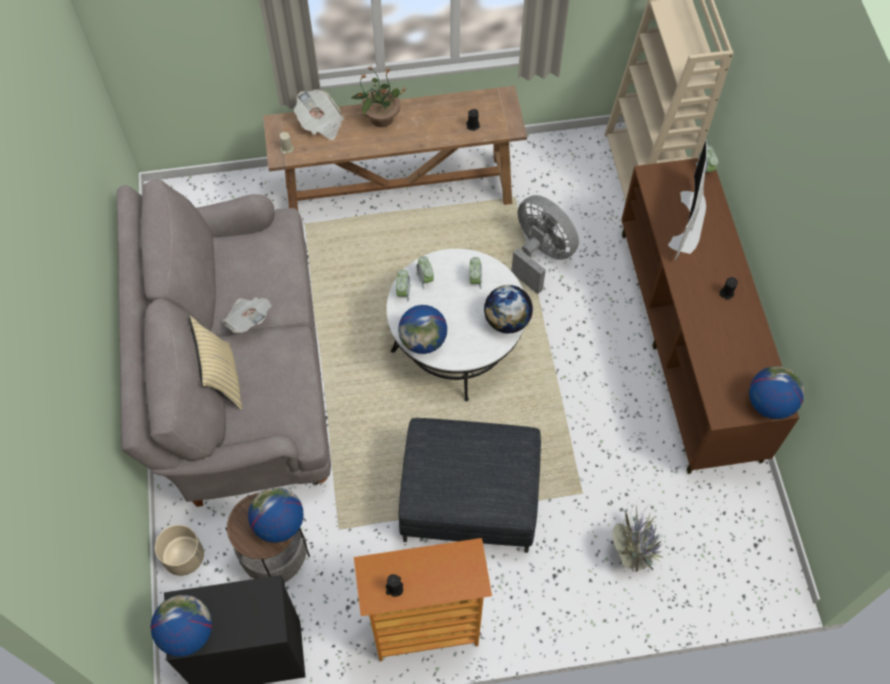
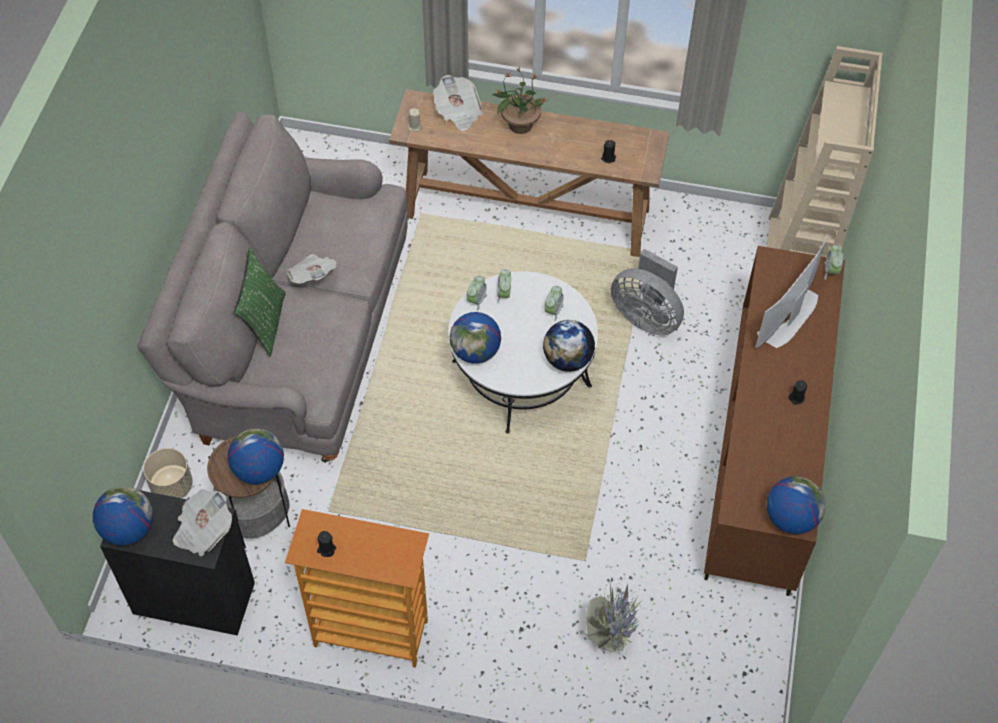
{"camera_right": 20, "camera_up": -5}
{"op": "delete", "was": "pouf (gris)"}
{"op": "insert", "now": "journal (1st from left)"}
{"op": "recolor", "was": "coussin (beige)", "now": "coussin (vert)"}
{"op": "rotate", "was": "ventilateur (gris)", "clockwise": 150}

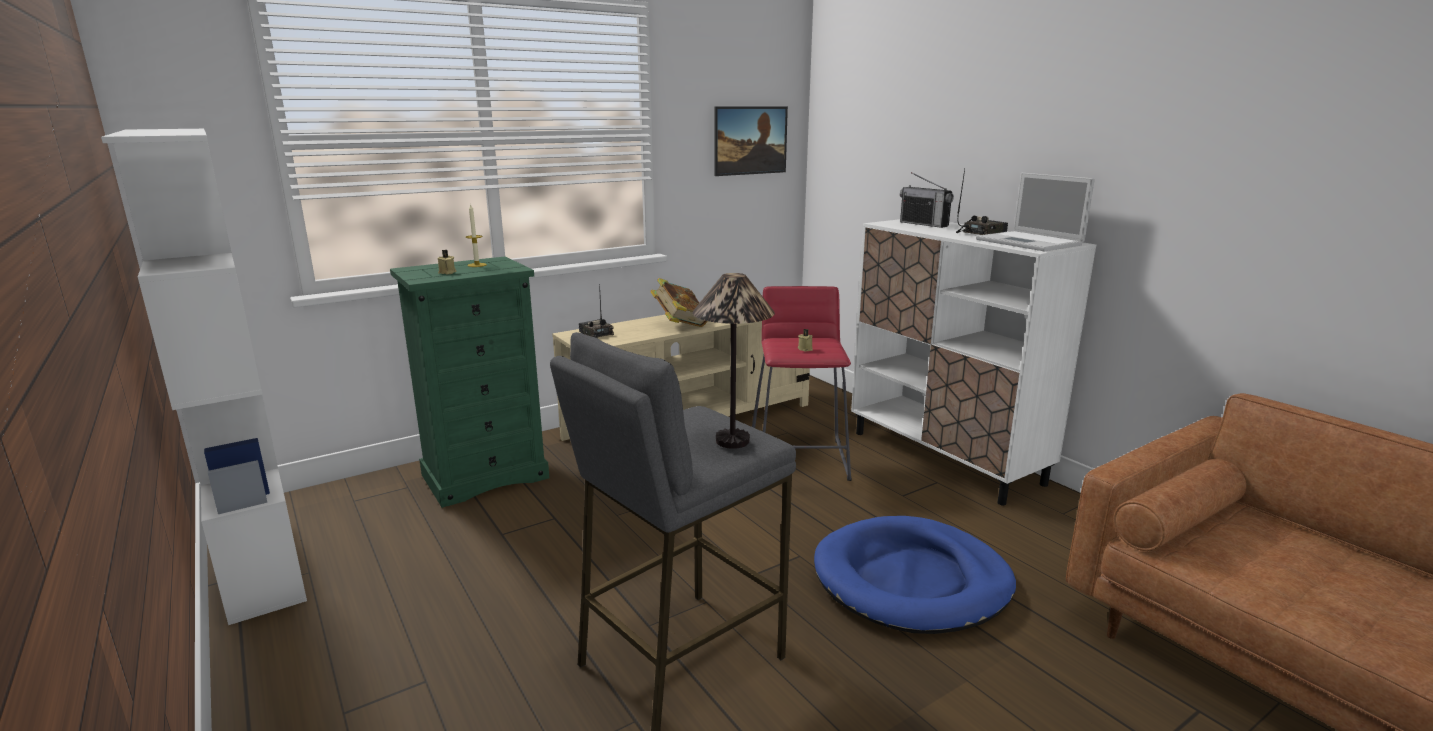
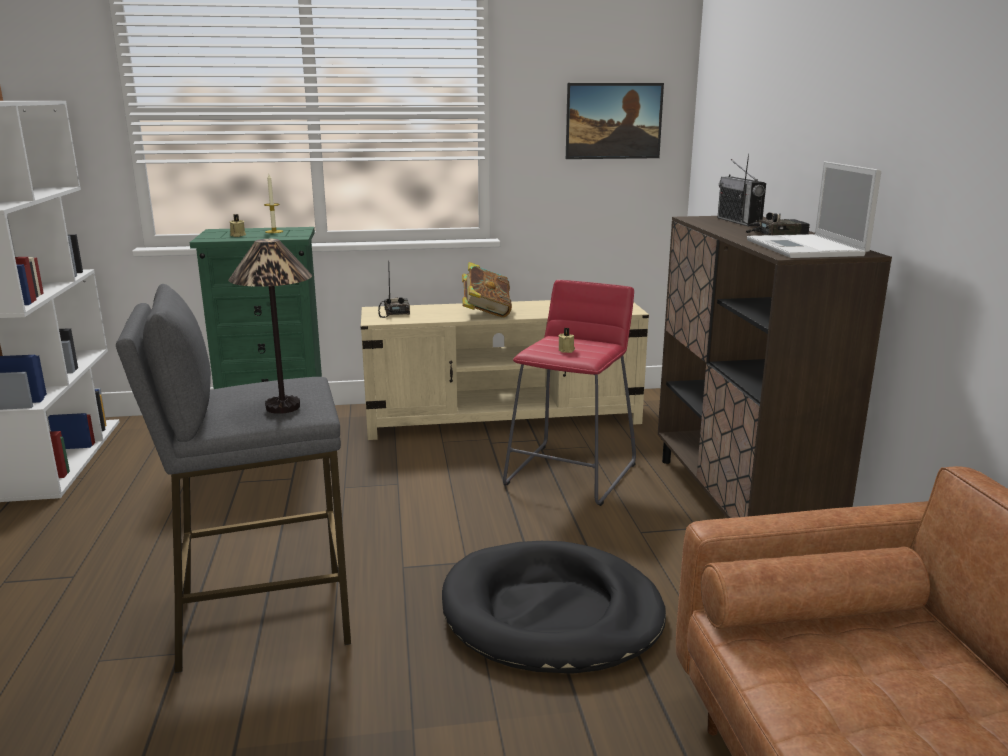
{"camera_right": 25, "camera_up": 0}
{"op": "recolor", "was": "panier pour chien (bleu)", "now": "panier pour chien (noir)"}
{"op": "recolor", "was": "meuble de rangement (blanc)", "now": "meuble de rangement (marron)"}

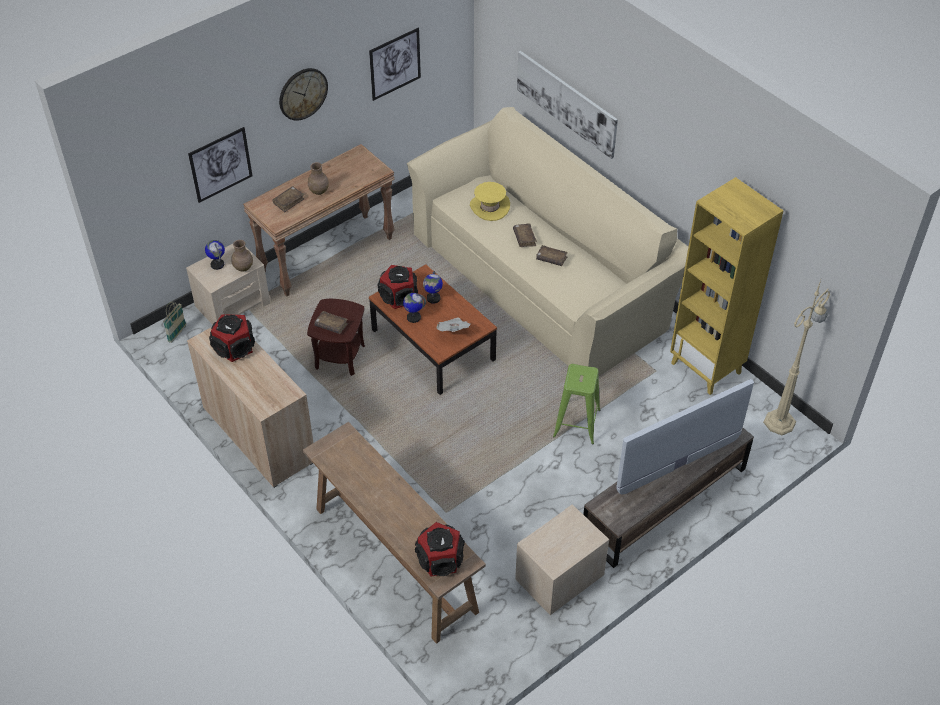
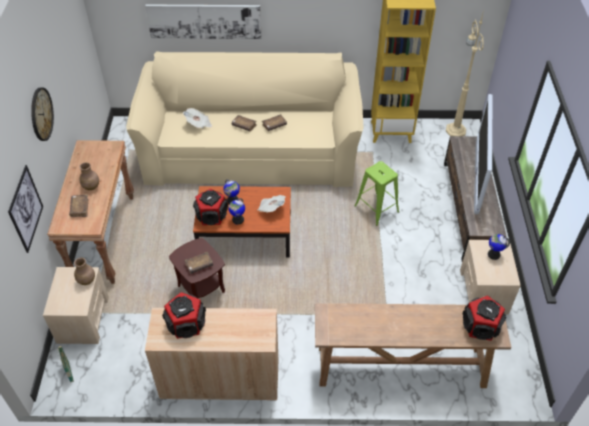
{"camera_right": -50, "camera_up": 0}
{"op": "delete", "was": "tableau (2nd from left)"}
{"op": "move", "was": "globe (1st from left in the first image)", "now": "globe (3rd from left)"}
{"op": "replace", "was": "chapeau (jaune)", "now": "journal (1st from left)"}

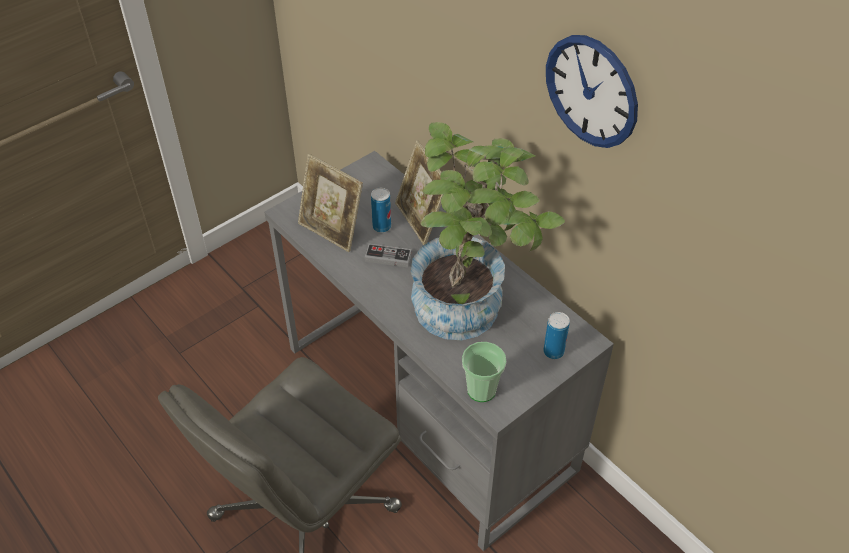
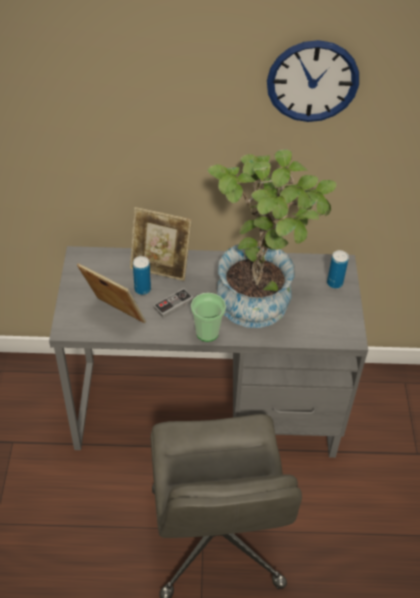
{"camera_right": -50, "camera_up": 0}
{"op": "move", "was": "tasse"}
{"op": "rotate", "was": "cadre photo (1st from left)", "clockwise": -135}

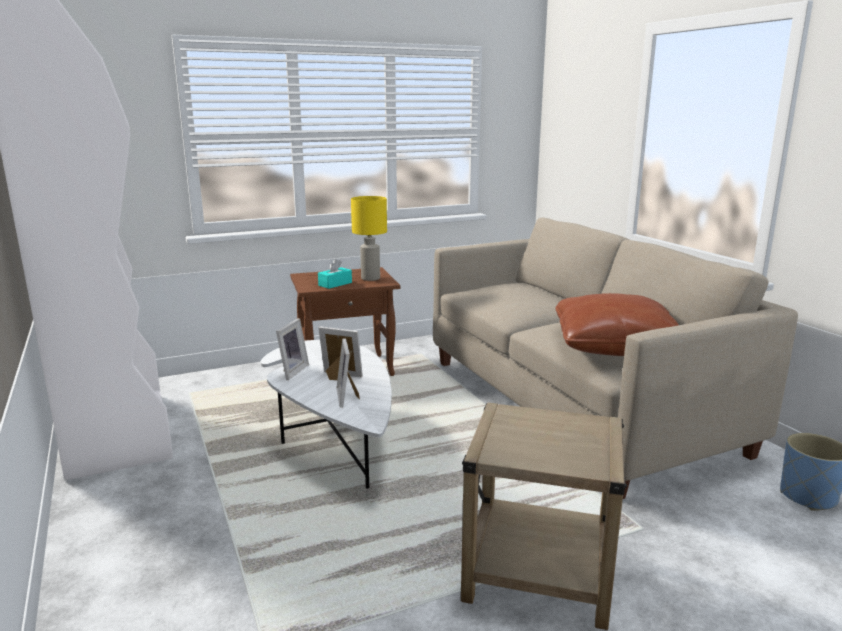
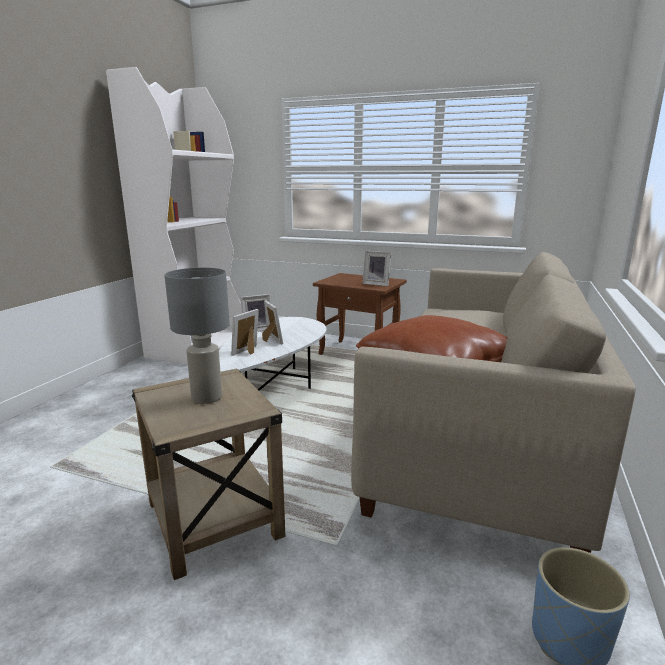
{"camera_right": 45, "camera_up": 0}
{"op": "delete", "was": "boîte à mouchoirs (turquoise)"}
{"op": "insert", "now": "lampe de table (gris)"}
{"op": "replace", "was": "lampe de table (jaune)", "now": "cadre photo (4th from left)"}

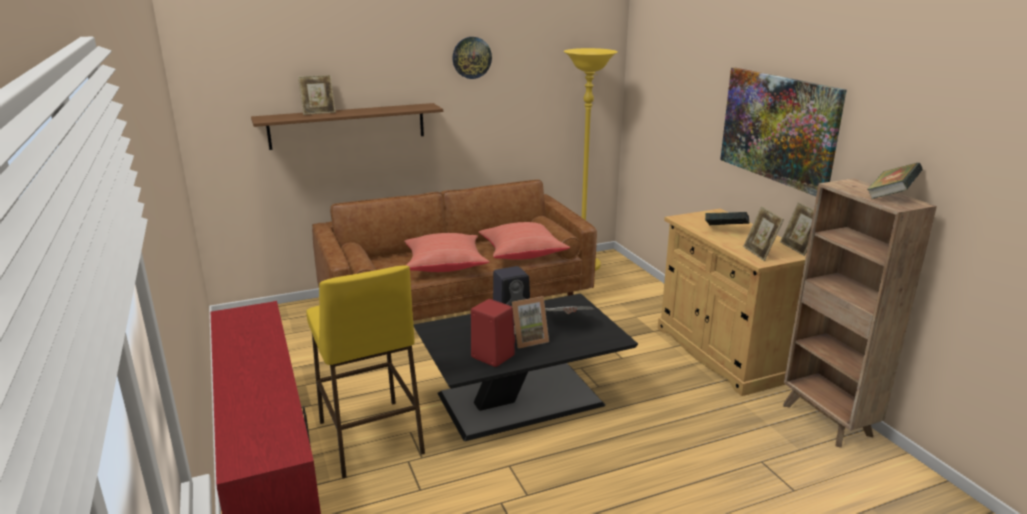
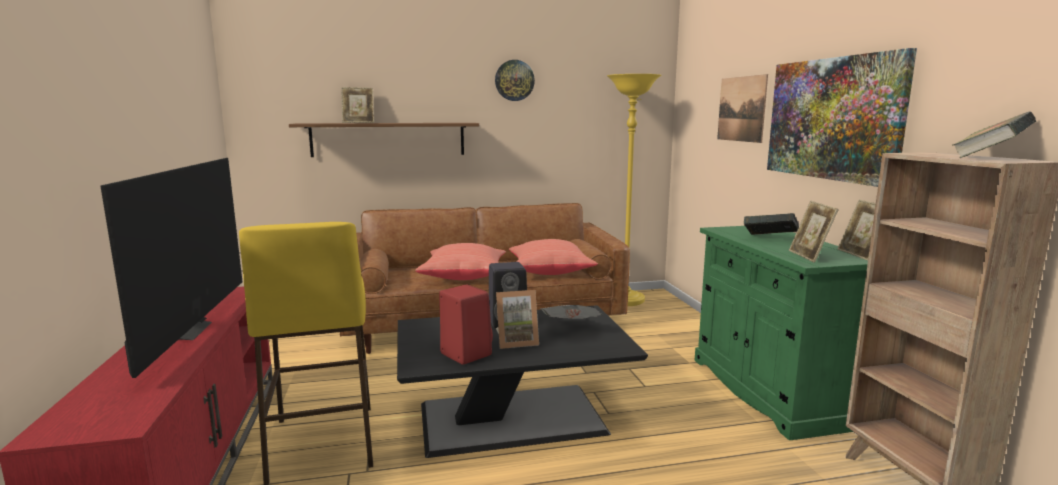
{"camera_right": 10, "camera_up": -10}
{"op": "insert", "now": "téléviseur"}
{"op": "insert", "now": "tableau (1st from left)"}
{"op": "recolor", "was": "meuble de rangement (beige)", "now": "meuble de rangement (vert)"}

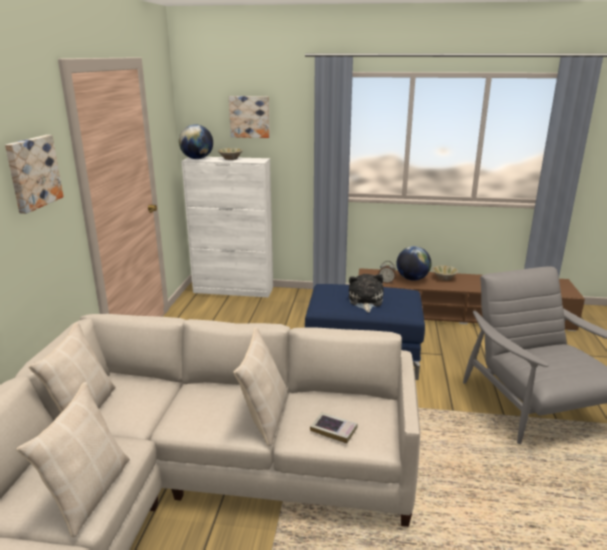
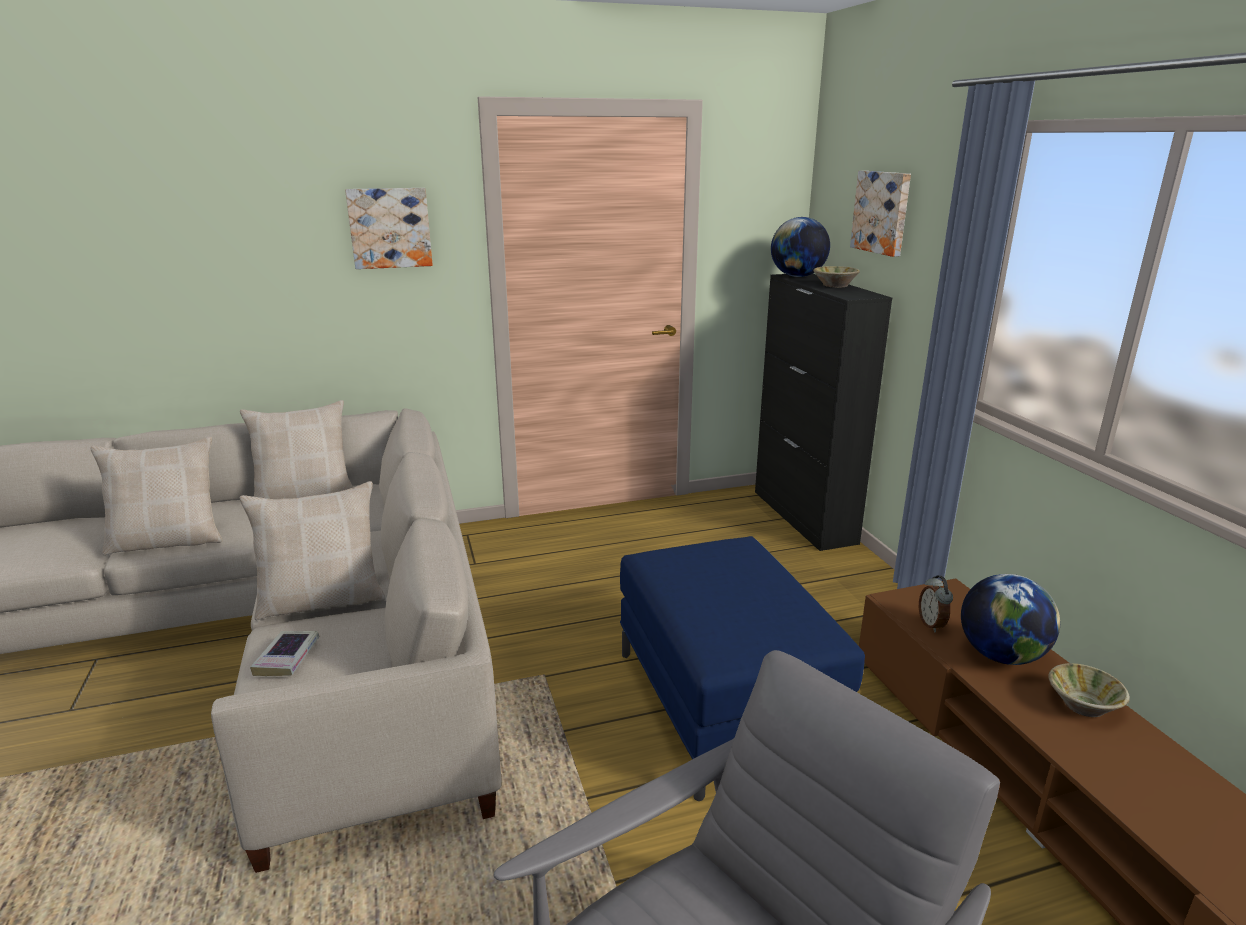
{"camera_right": 65, "camera_up": 0}
{"op": "delete", "was": "peluche"}
{"op": "recolor", "was": "meuble de rangement (blanc)", "now": "meuble de rangement (noir)"}

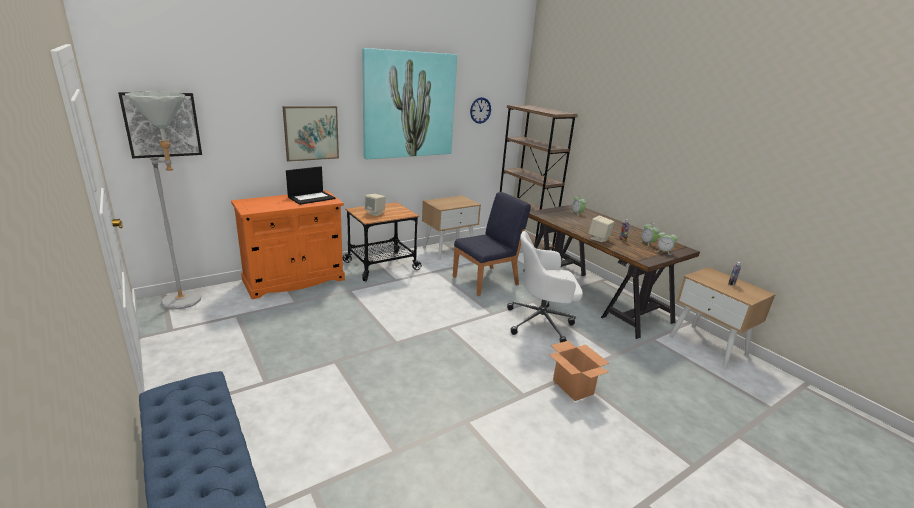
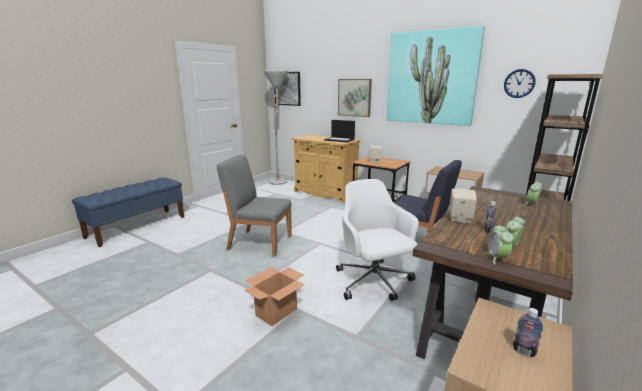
{"camera_right": 70, "camera_up": -5}
{"op": "insert", "now": "chaise (gris)"}
{"op": "recolor", "was": "meuble de rangement (orange)", "now": "meuble de rangement (beige)"}

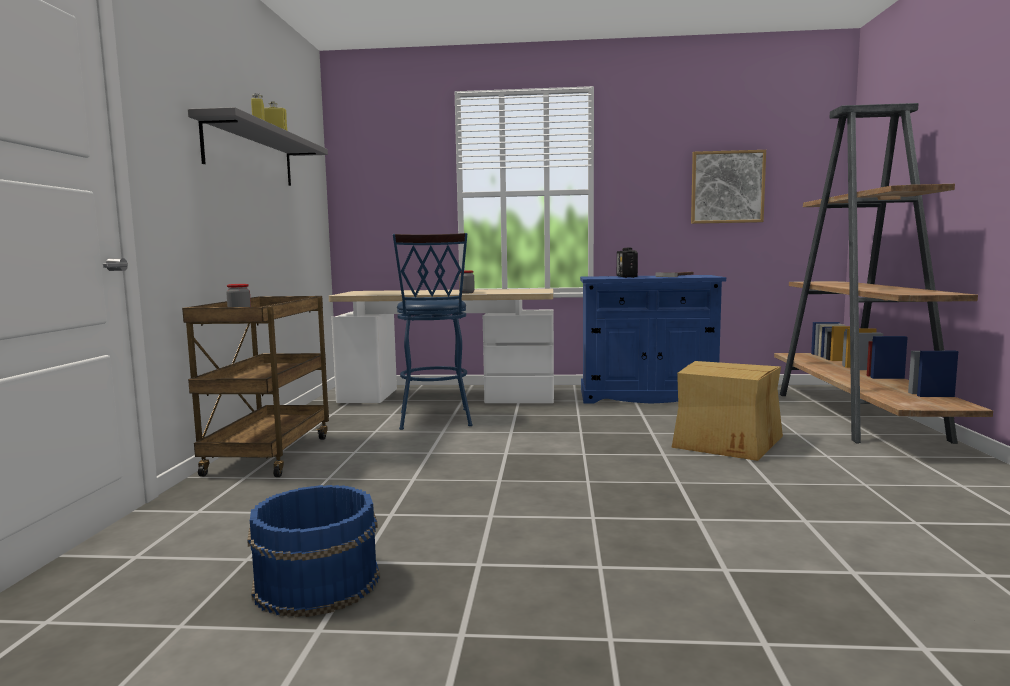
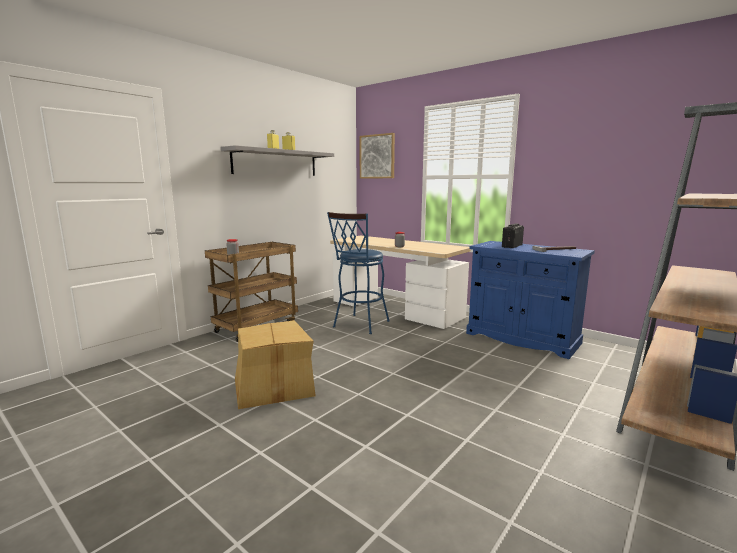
{"camera_right": 35, "camera_up": 5}
{"op": "delete", "was": "seau (bleu)"}
{"op": "move", "was": "carton"}
{"op": "move", "was": "tableau"}

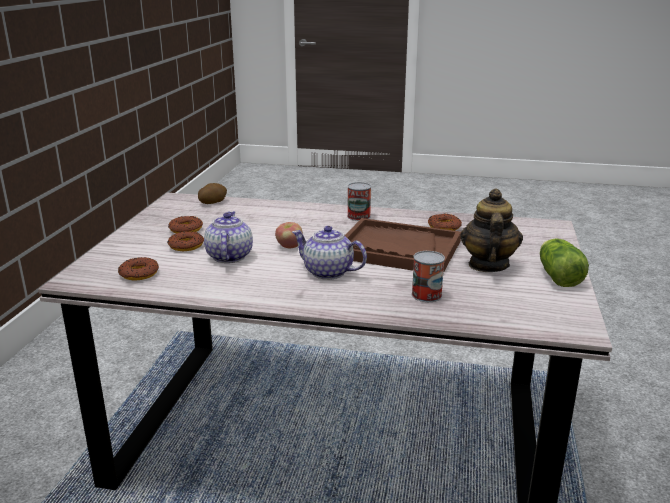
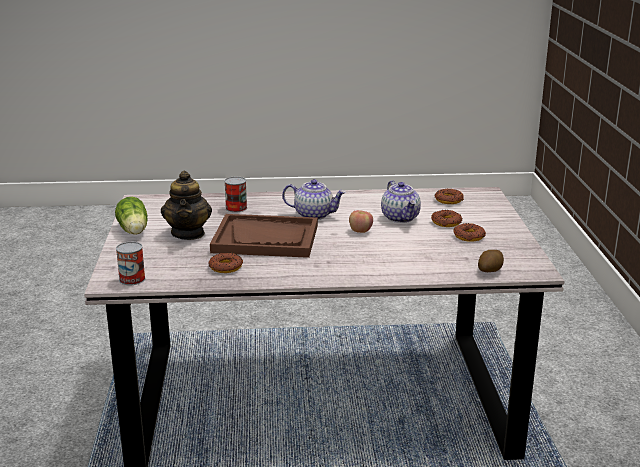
{"camera_right": 165, "camera_up": 0}
{"op": "move", "was": "boîte métallique (1st from left)"}

